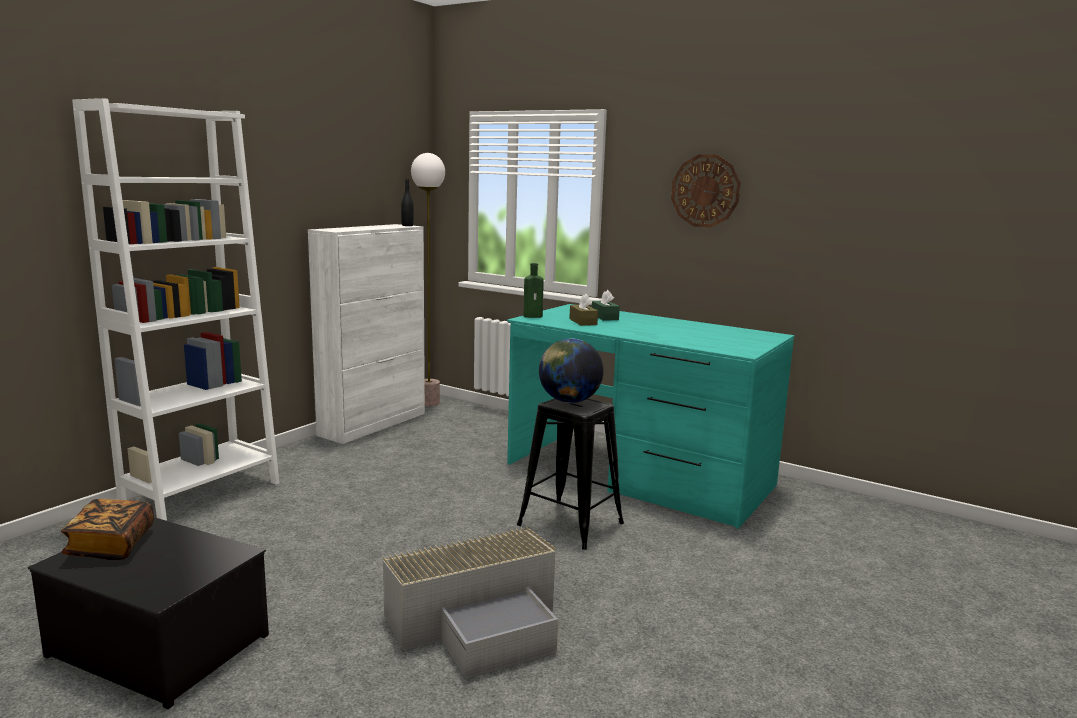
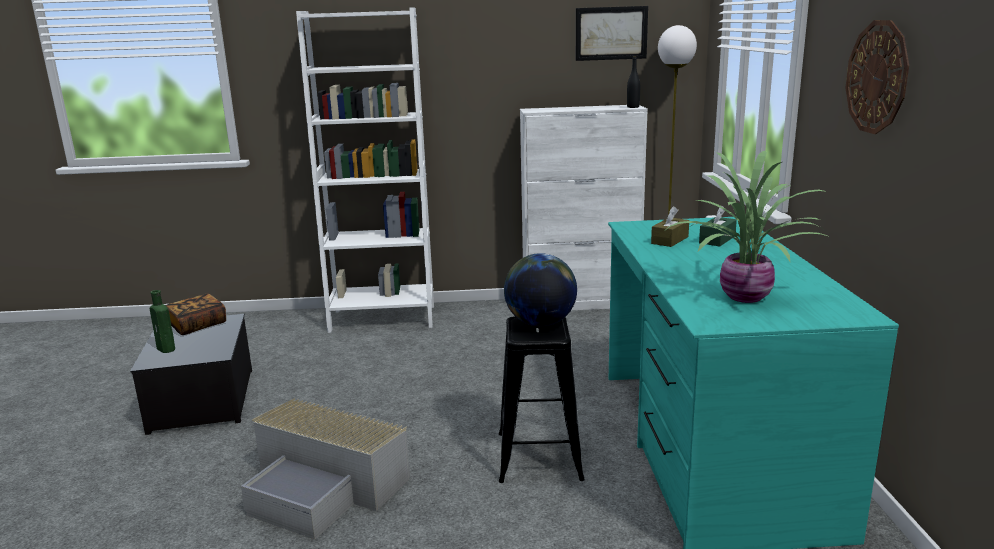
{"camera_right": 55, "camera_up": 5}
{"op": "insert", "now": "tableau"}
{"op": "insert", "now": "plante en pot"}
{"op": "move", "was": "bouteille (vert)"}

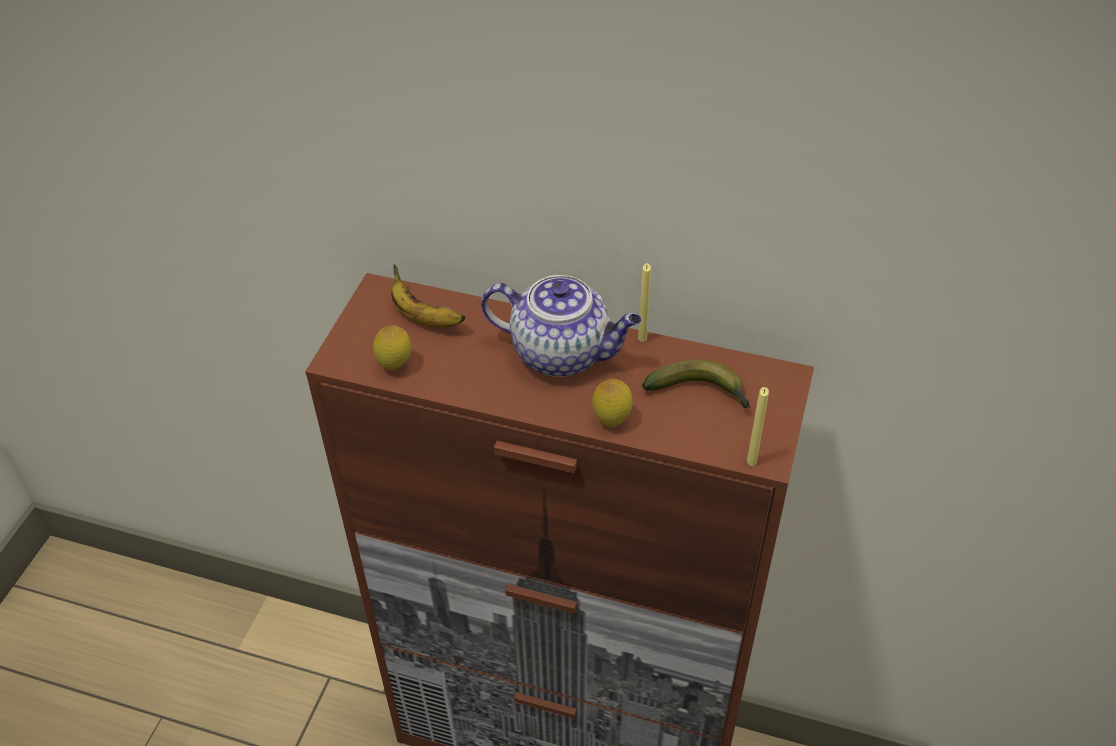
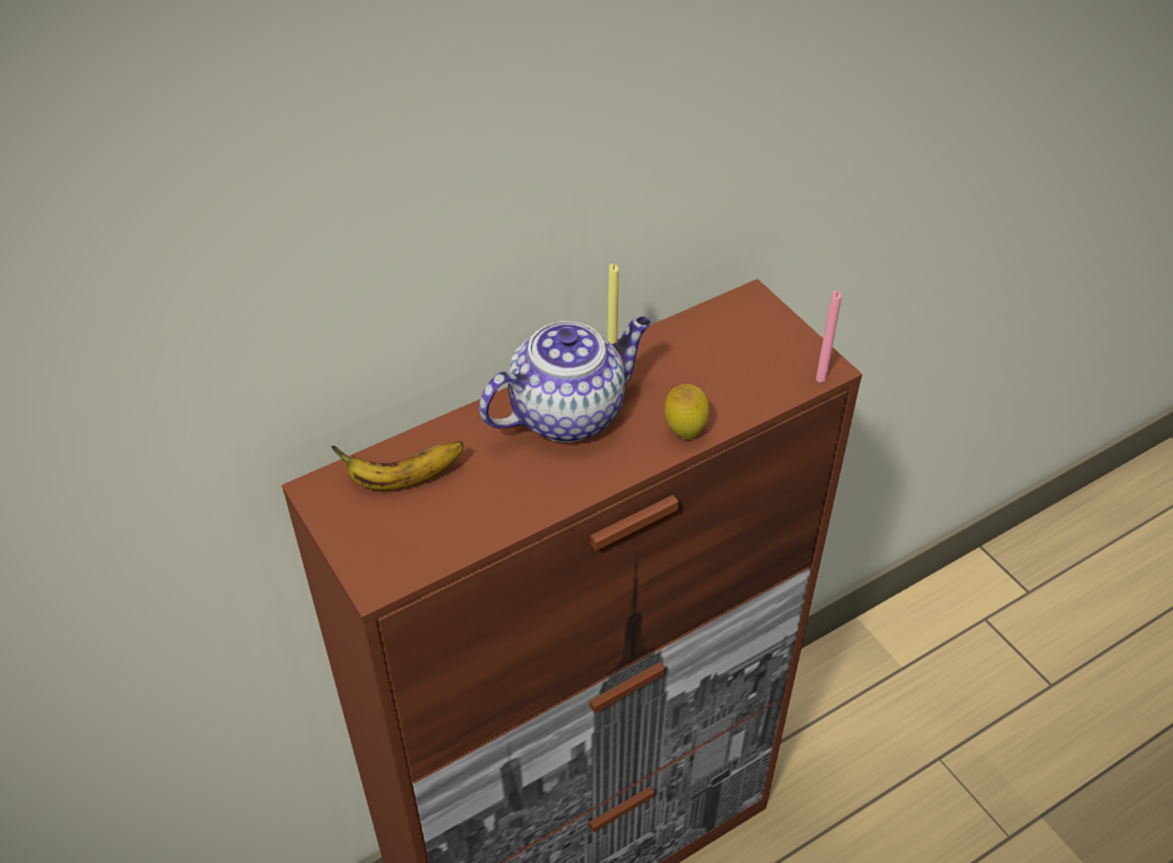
{"camera_right": -50, "camera_up": 0}
{"op": "delete", "was": "citron (1st from left)"}
{"op": "delete", "was": "banane (2nd from left)"}
{"op": "recolor", "was": "bougie (jaune) (2nd from left)", "now": "bougie (rose)"}

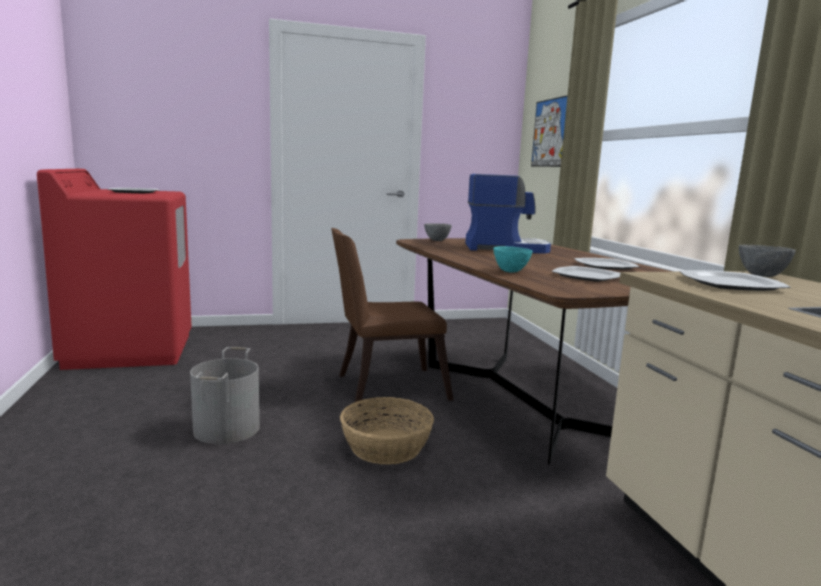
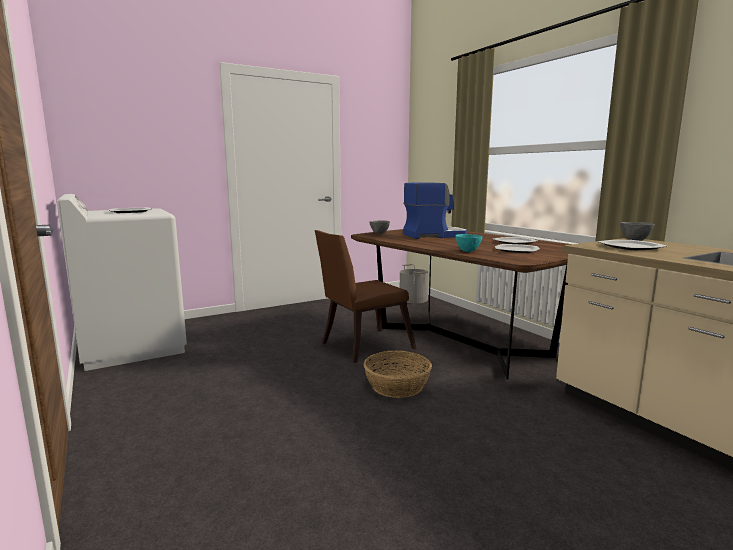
{"camera_right": -15, "camera_up": 0}
{"op": "delete", "was": "tableau"}
{"op": "move", "was": "seau (gris)"}
{"op": "recolor", "was": "lave-linge (rouge)", "now": "lave-linge (blanc)"}

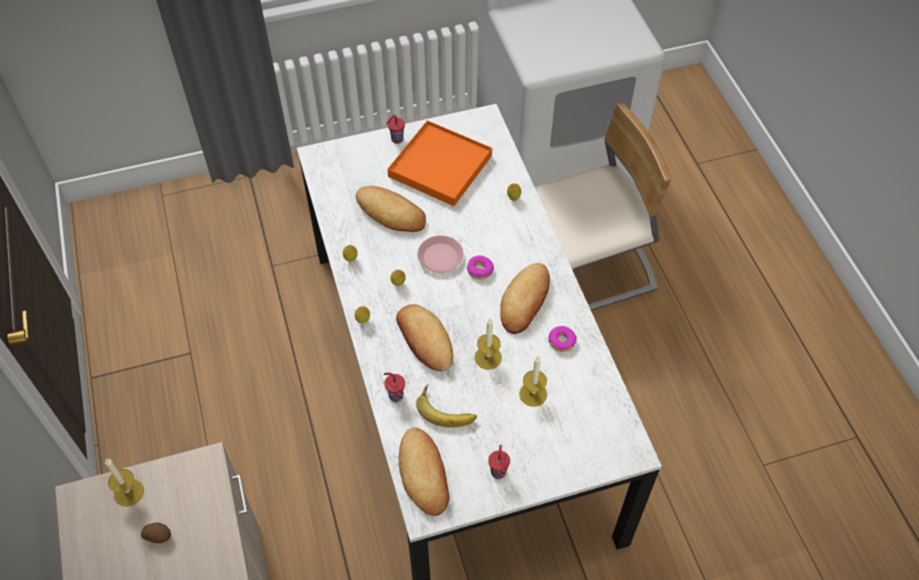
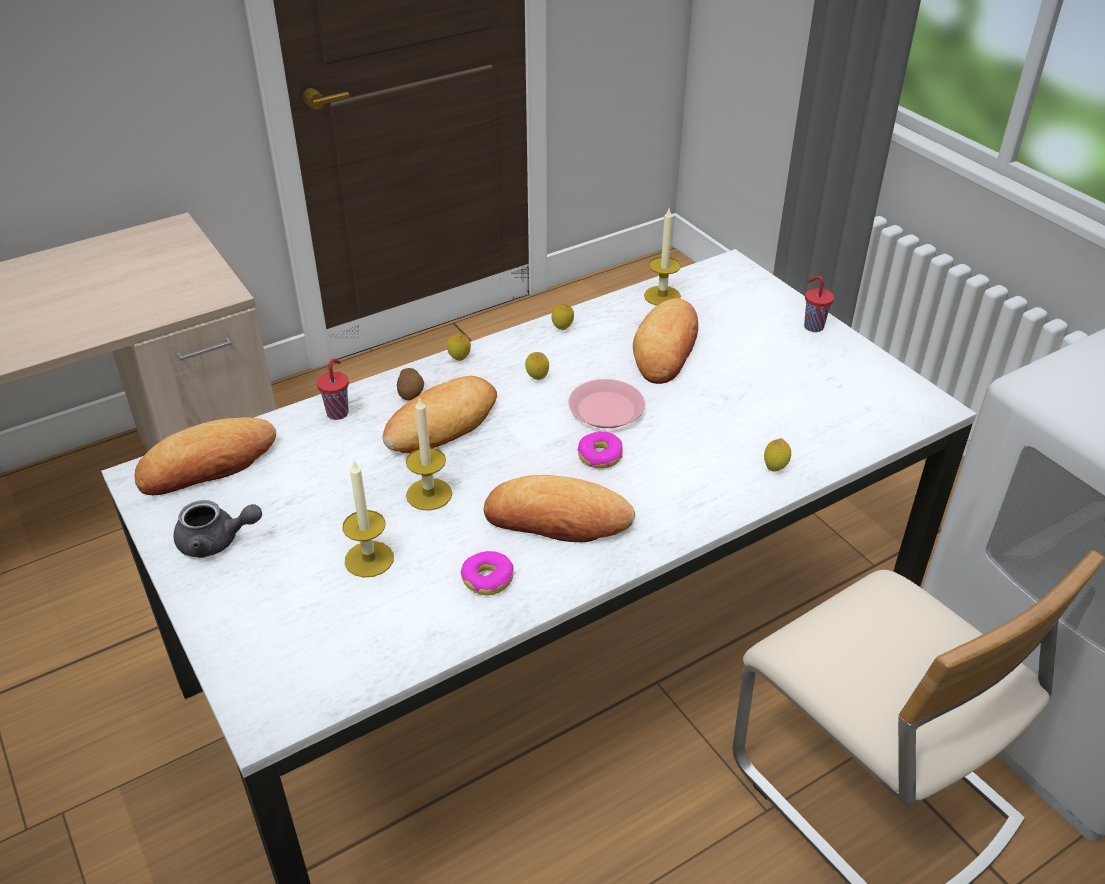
{"camera_right": 75, "camera_up": -15}
{"op": "delete", "was": "plateau (orange)"}
{"op": "delete", "was": "banane"}
{"op": "move", "was": "bougie (1st from left in the first image)", "now": "bougie (3rd from left)"}
{"op": "move", "was": "pomme de terre"}
{"op": "replace", "was": "tasse (rouge) (3rd from left)", "now": "théière (gris)"}

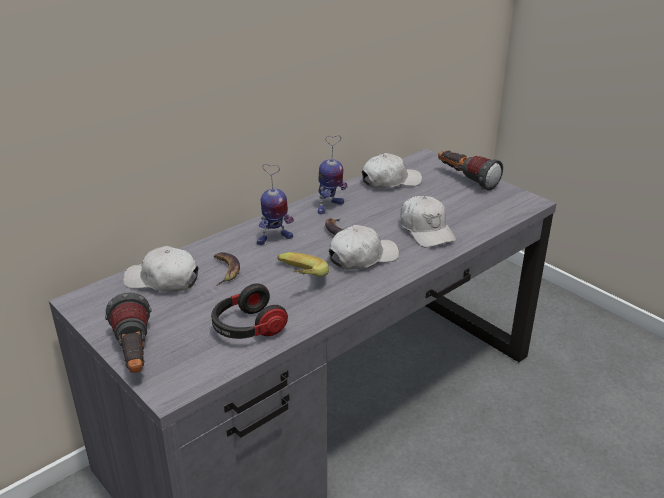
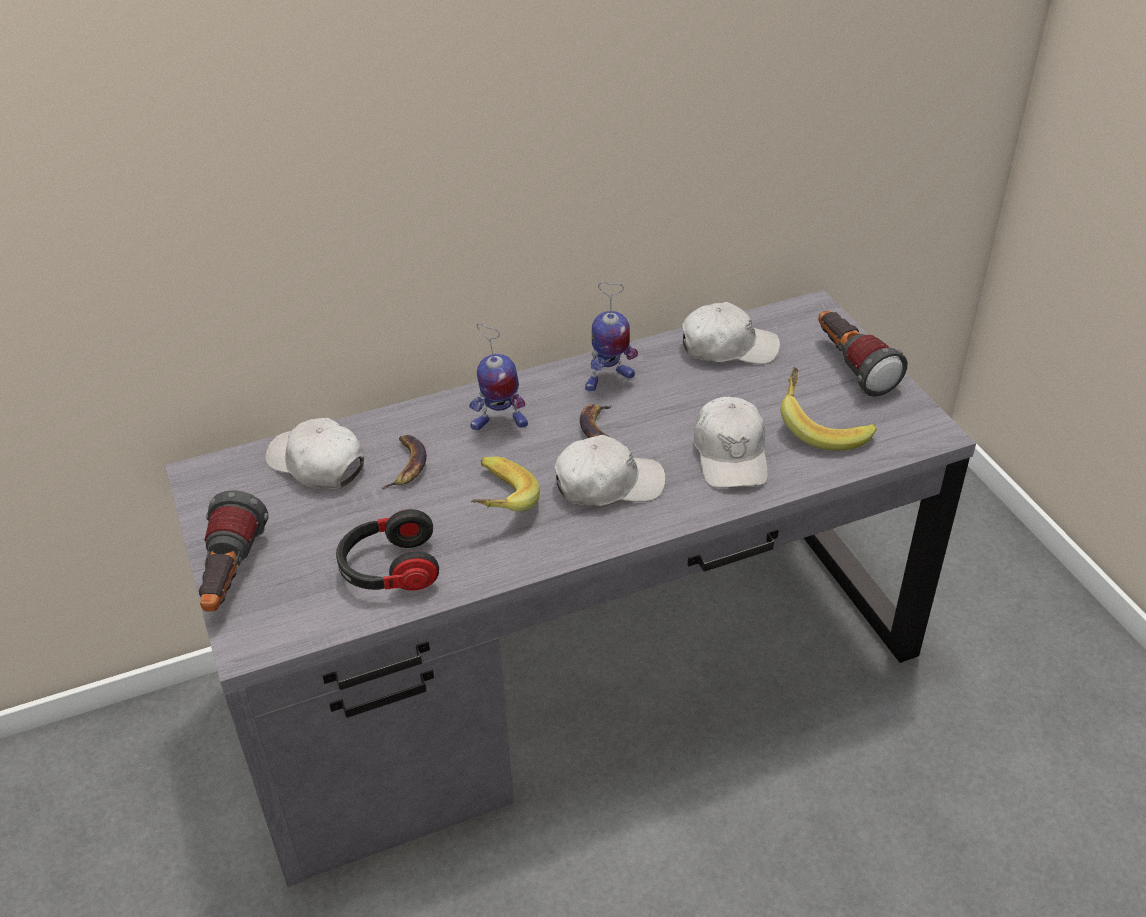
{"camera_right": 20, "camera_up": 10}
{"op": "insert", "now": "banane (4th from left)"}

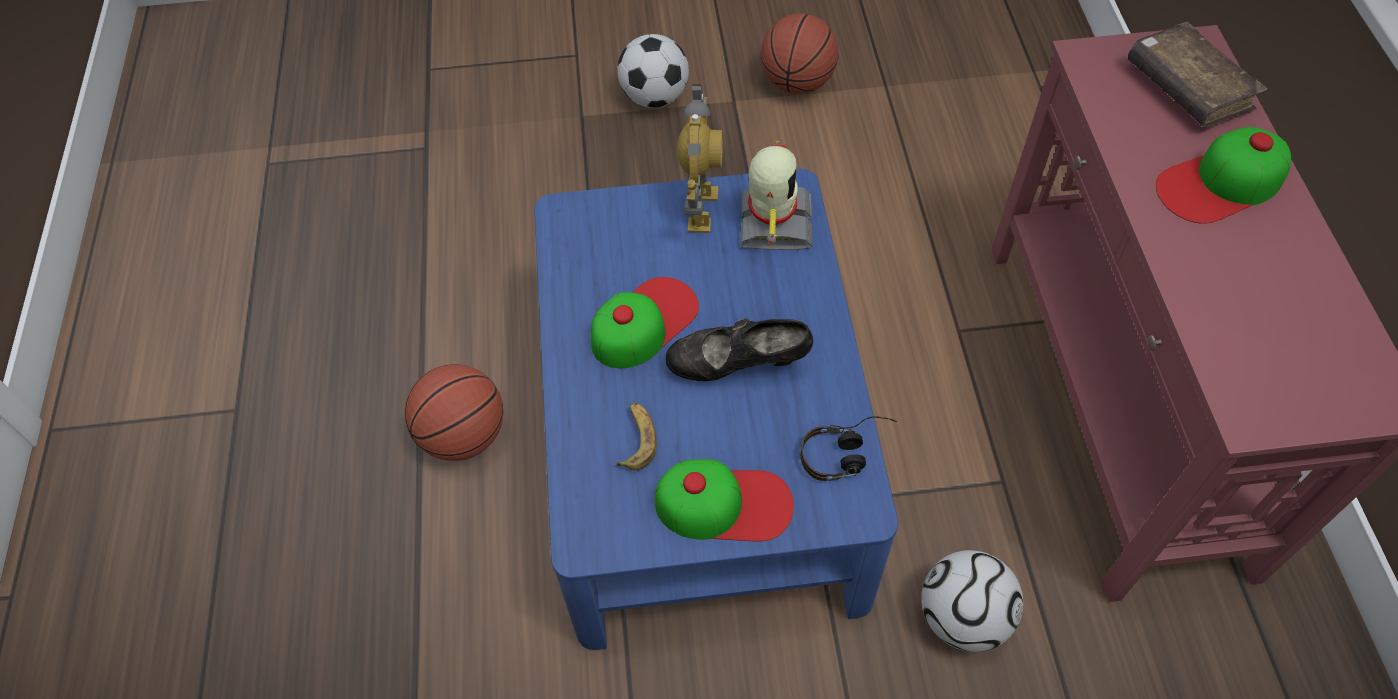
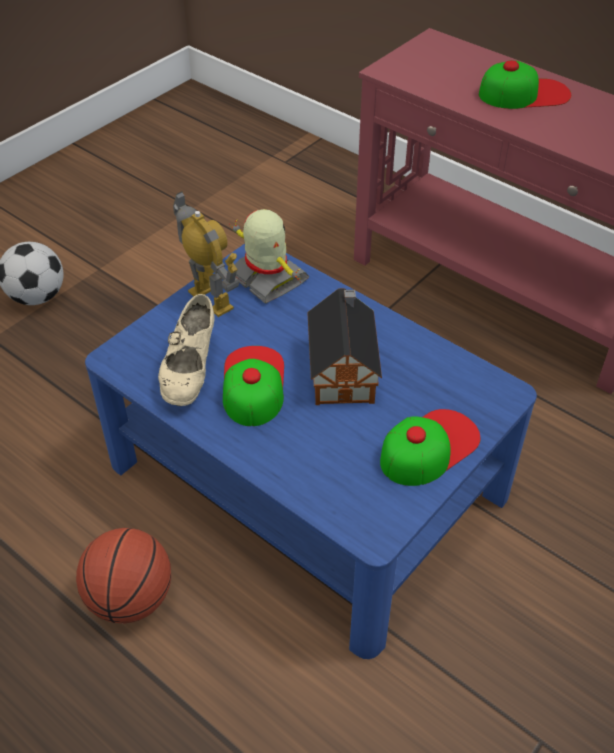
{"camera_right": -45, "camera_up": -10}
{"op": "delete", "was": "banane"}
{"op": "delete", "was": "ballon de basket (2nd from left)"}
{"op": "delete", "was": "casque audio"}
{"op": "delete", "was": "ballon de foot (2nd from left)"}
{"op": "delete", "was": "livre (marron)"}
{"op": "insert", "now": "chaussure (beige)"}
{"op": "replace", "was": "chaussure (noir)", "now": "maison miniature"}
{"op": "rotate", "was": "casquette (3rd from left)", "clockwise": -120}

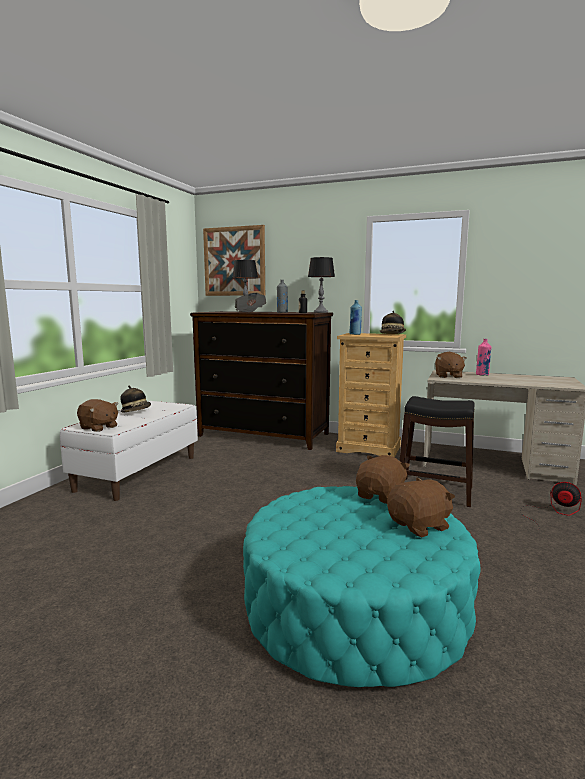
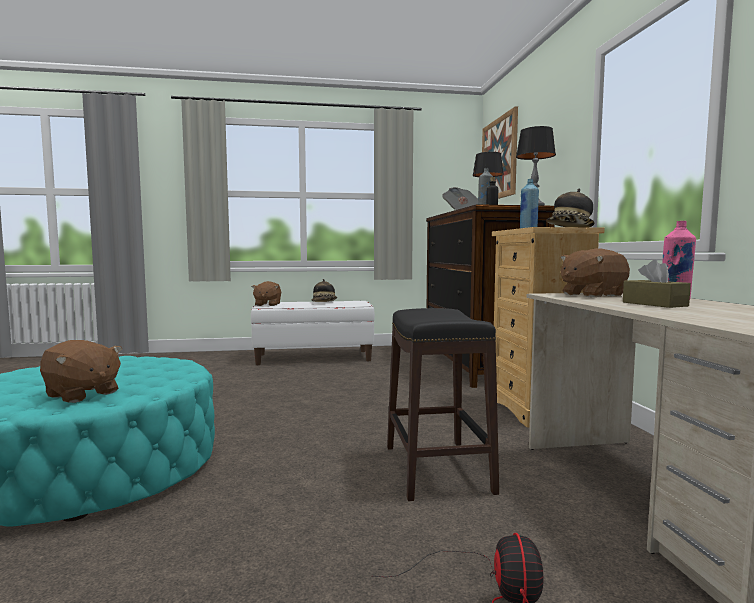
{"camera_right": 60, "camera_up": -5}
{"op": "delete", "was": "peluche (marron) (2nd from left)"}
{"op": "insert", "now": "boîte à mouchoirs (marron)"}

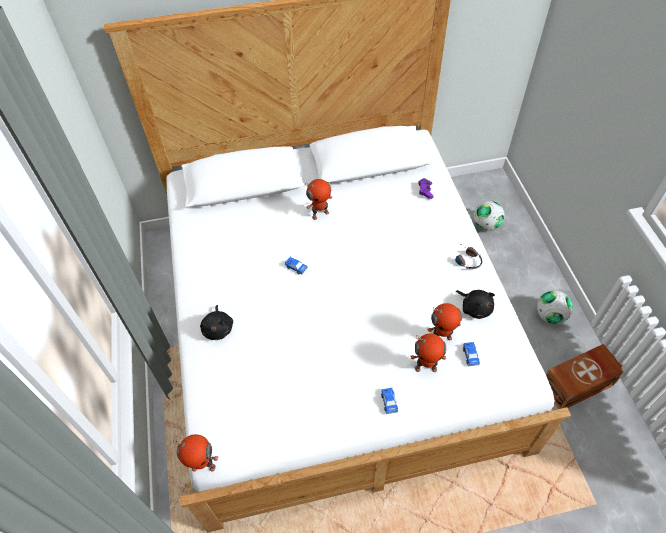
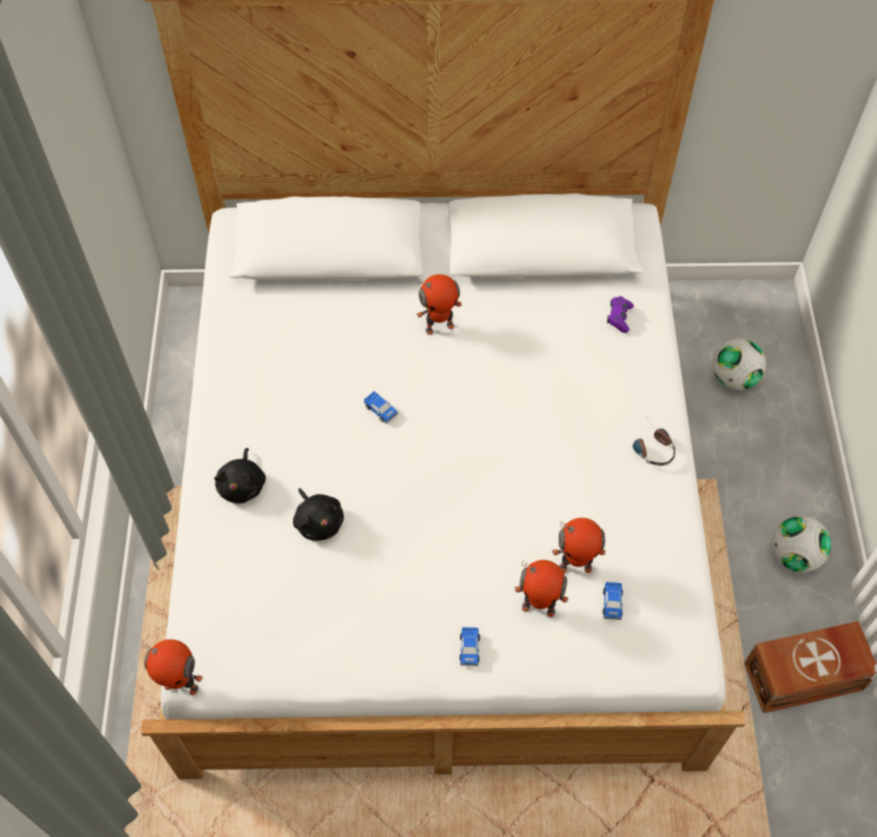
{"camera_right": 10, "camera_up": 5}
{"op": "move", "was": "peluche (noir) (2nd from left)"}

